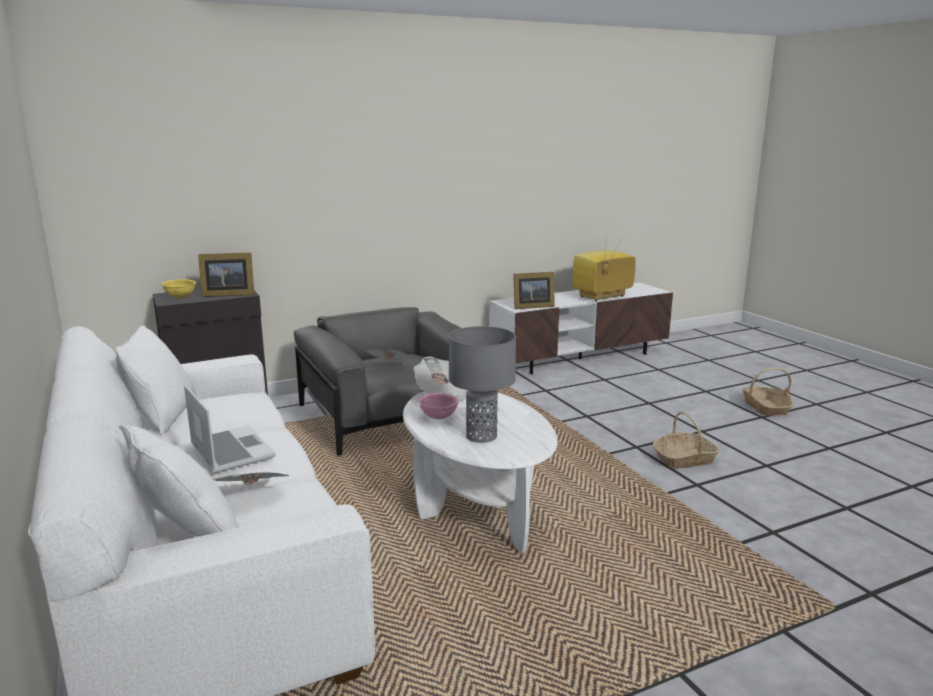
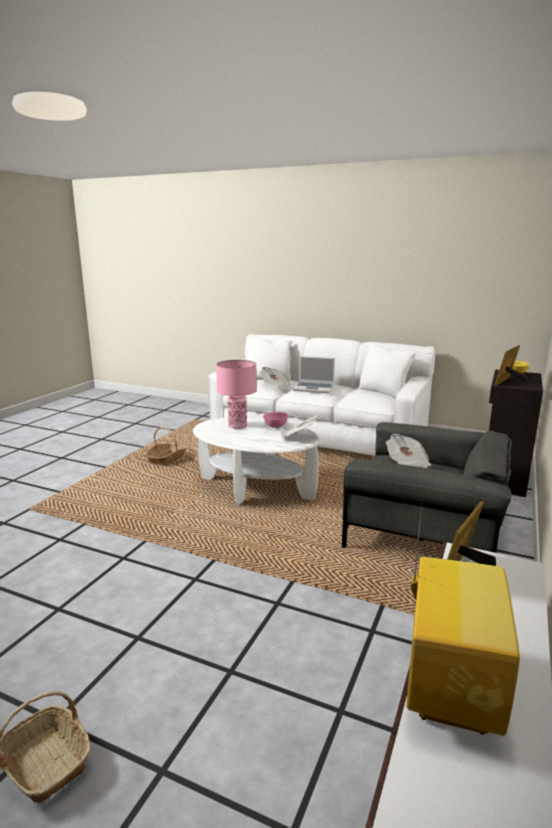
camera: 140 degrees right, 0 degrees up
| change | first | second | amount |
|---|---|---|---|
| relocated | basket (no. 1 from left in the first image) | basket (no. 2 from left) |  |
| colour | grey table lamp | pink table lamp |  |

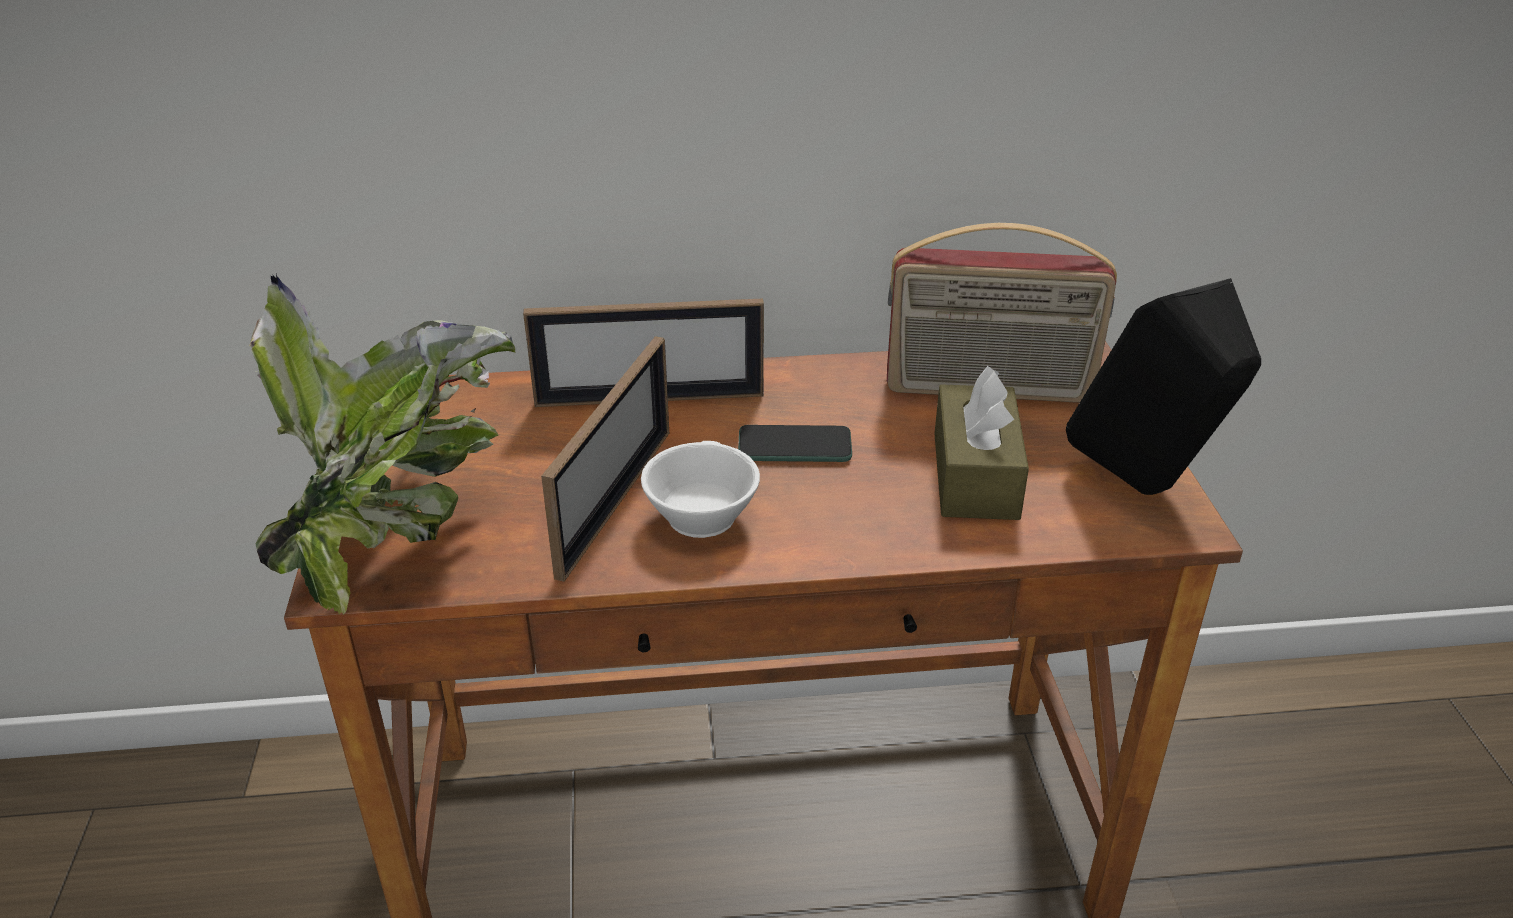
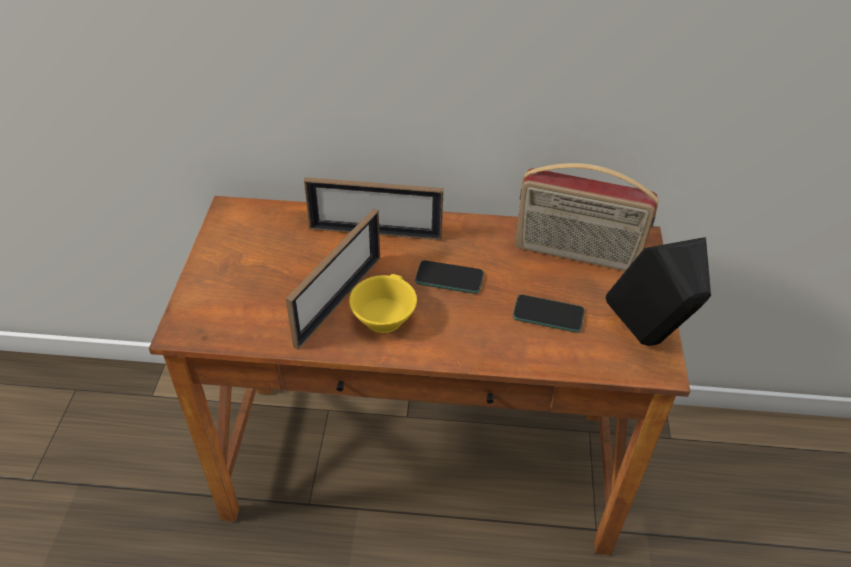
camera: 10 degrees right, 10 degrees up
| change | first | second | amount |
|---|---|---|---|
| missing | potted plant |  |  |
| exchanged | brown tissue box | phone (no. 2 from left) |  |
| colour | white cup | yellow cup |  |

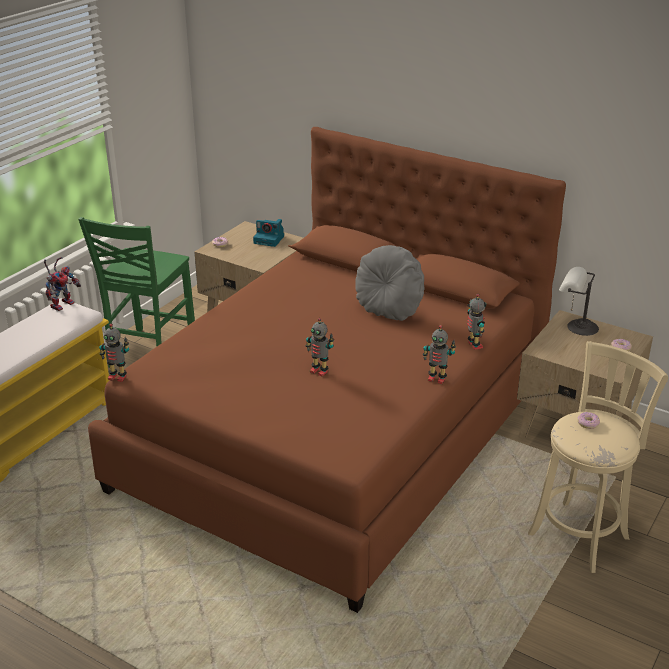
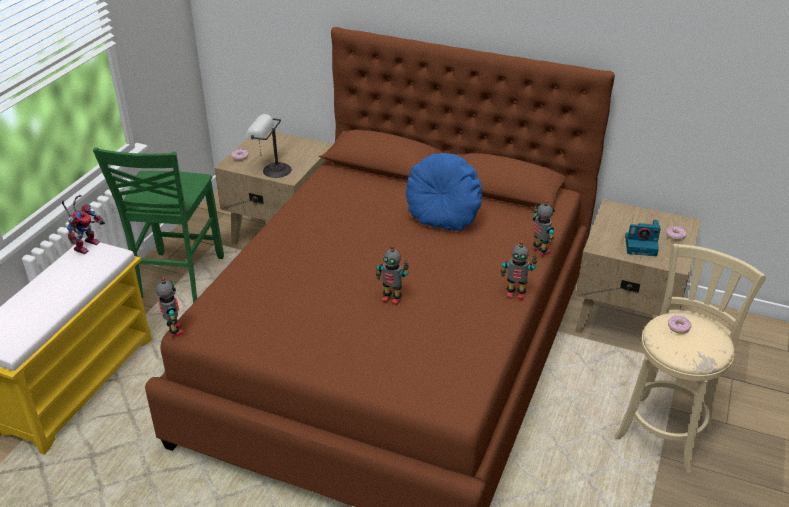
camera: 10 degrees left, 5 degrees up
| change | first | second | amount |
|---|---|---|---|
| relocated | photo camera |  |  |
| relocated | table lamp |  |  |
| colour | grey pillow | blue pillow |  |
| spun | toy robot (no. 2 from left) |  | 120 degrees counterclockwise |

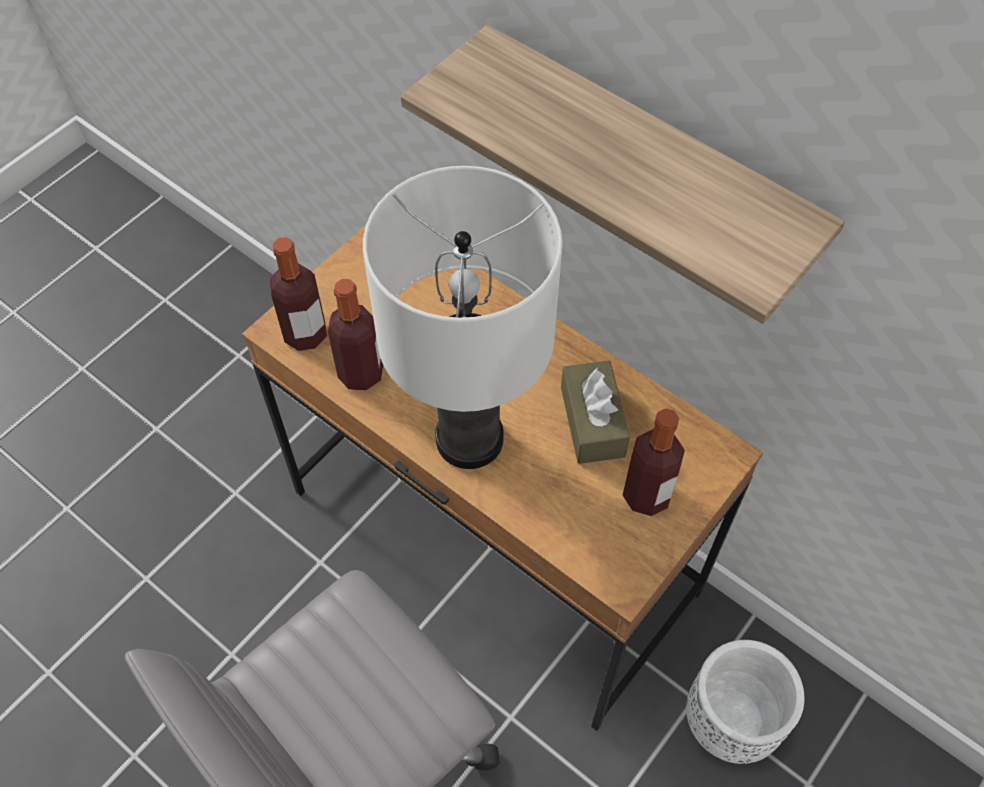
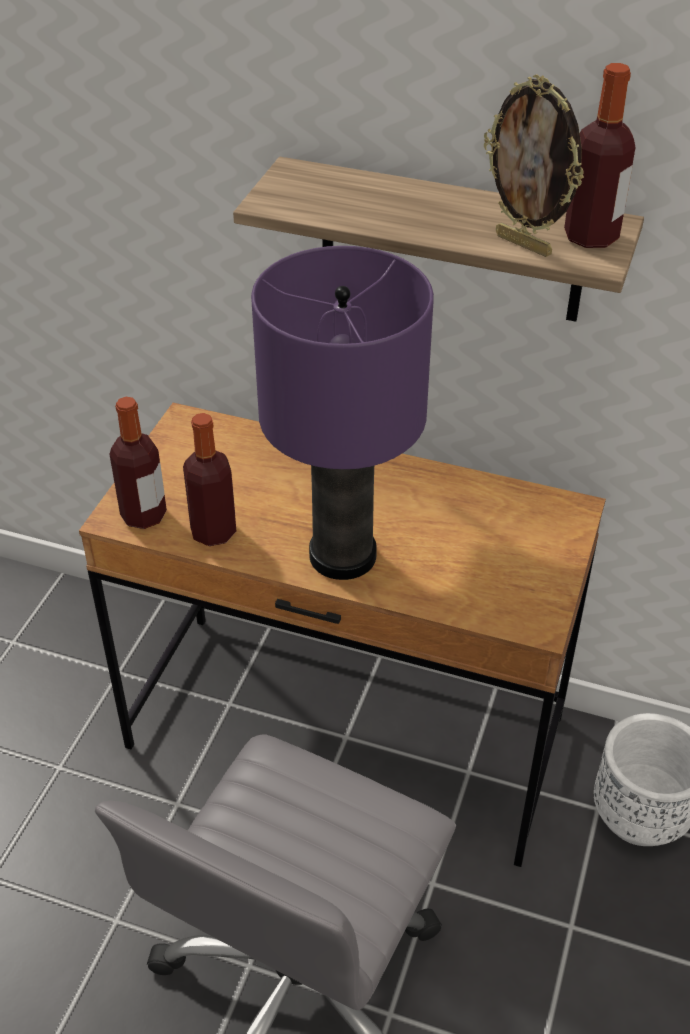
camera: 20 degrees left, 15 degrees down
| change | first | second | amount |
|---|---|---|---|
| missing | brown tissue box |  |  |
| appeared |  | picture frame |  |
| relocated | bottle (no. 3 from left) |  |  |
| colour | white table lamp | purple table lamp |  |

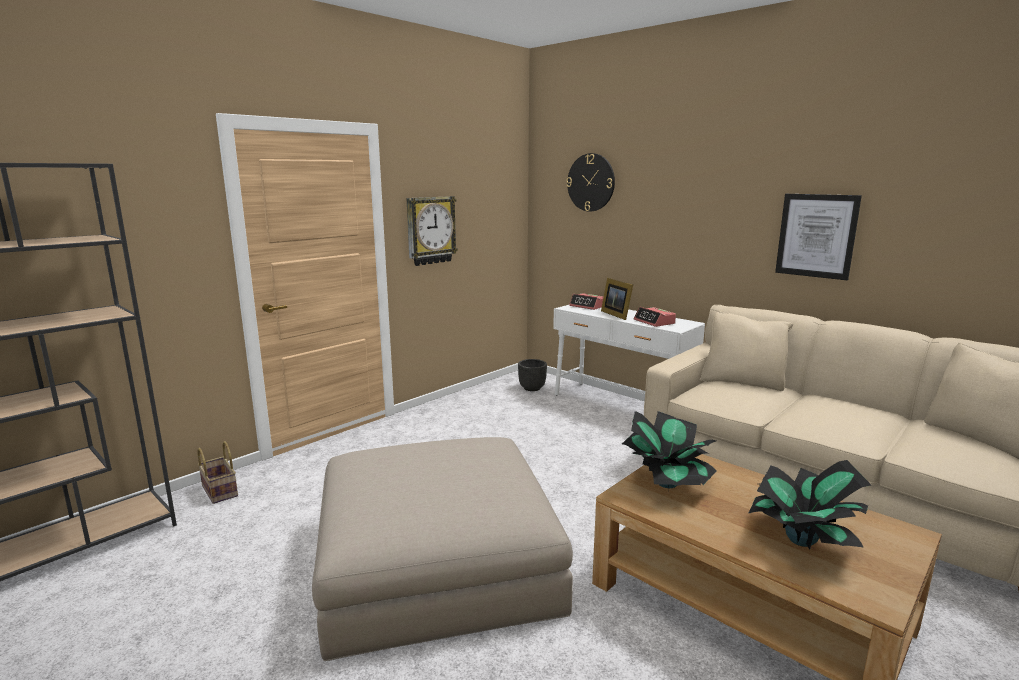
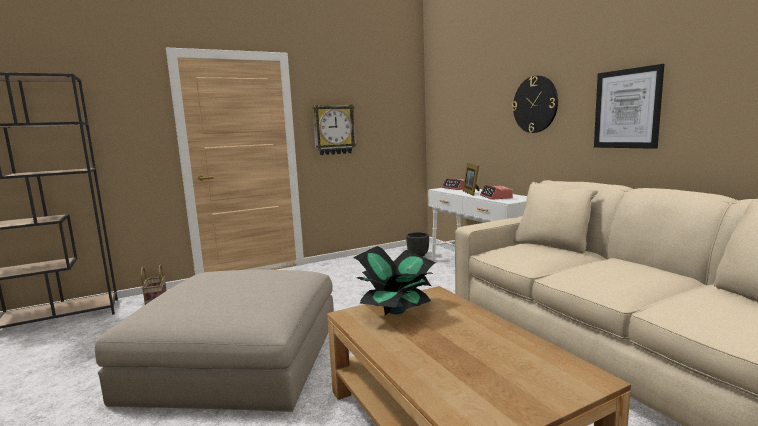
camera: 20 degrees right, 5 degrees down
| change | first | second | amount |
|---|---|---|---|
| missing | potted plant (no. 2 from left) |  |  |
| relocated | wall clock (no. 2 from left) |  |  |

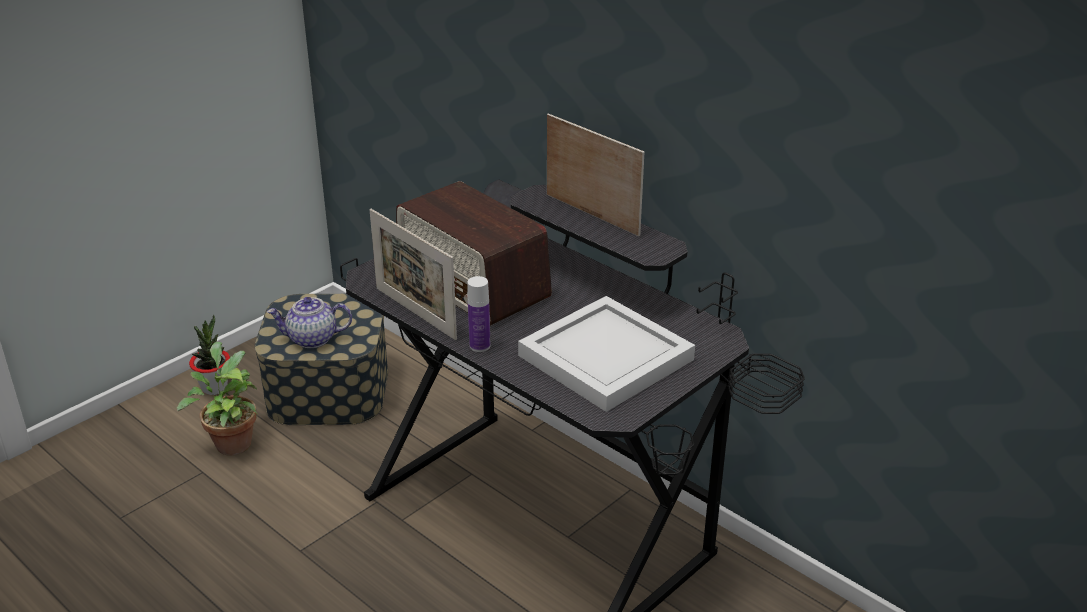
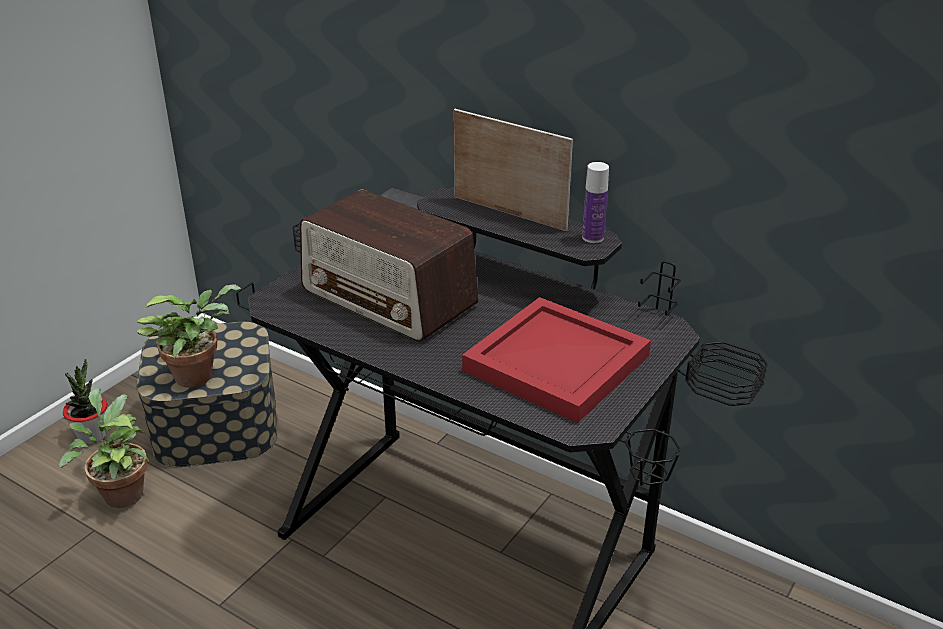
camera: 10 degrees left, 0 degrees up
| change | first | second | amount |
|---|---|---|---|
| missing | picture frame (no. 1 from left) |  |  |
| relocated | bottle |  |  |
| exchanged | teapot | potted plant (no. 3 from left) |  |
| colour | white tray | red tray |  |

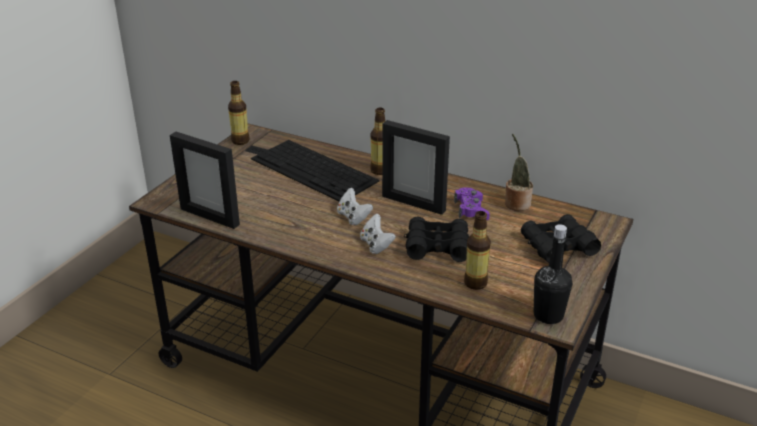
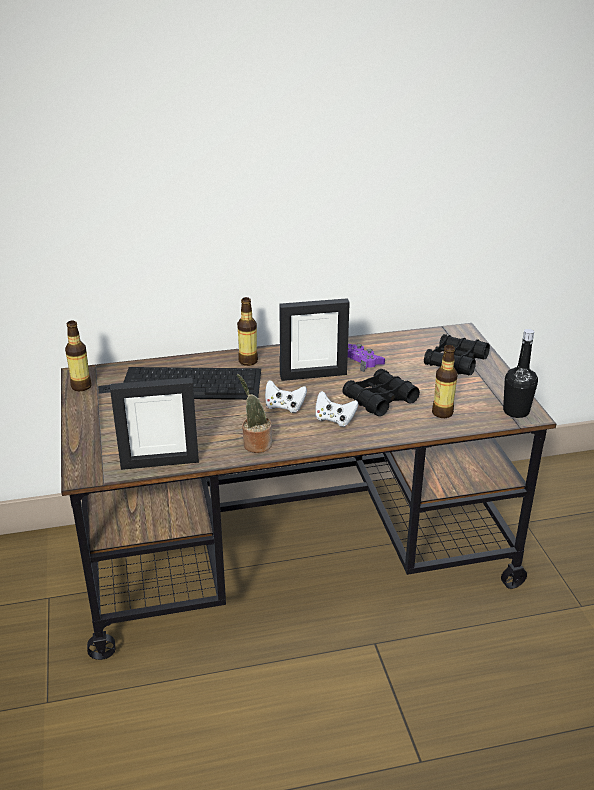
camera: 40 degrees left, 0 degrees up
| change | first | second | amount |
|---|---|---|---|
| relocated | potted plant |  |  |

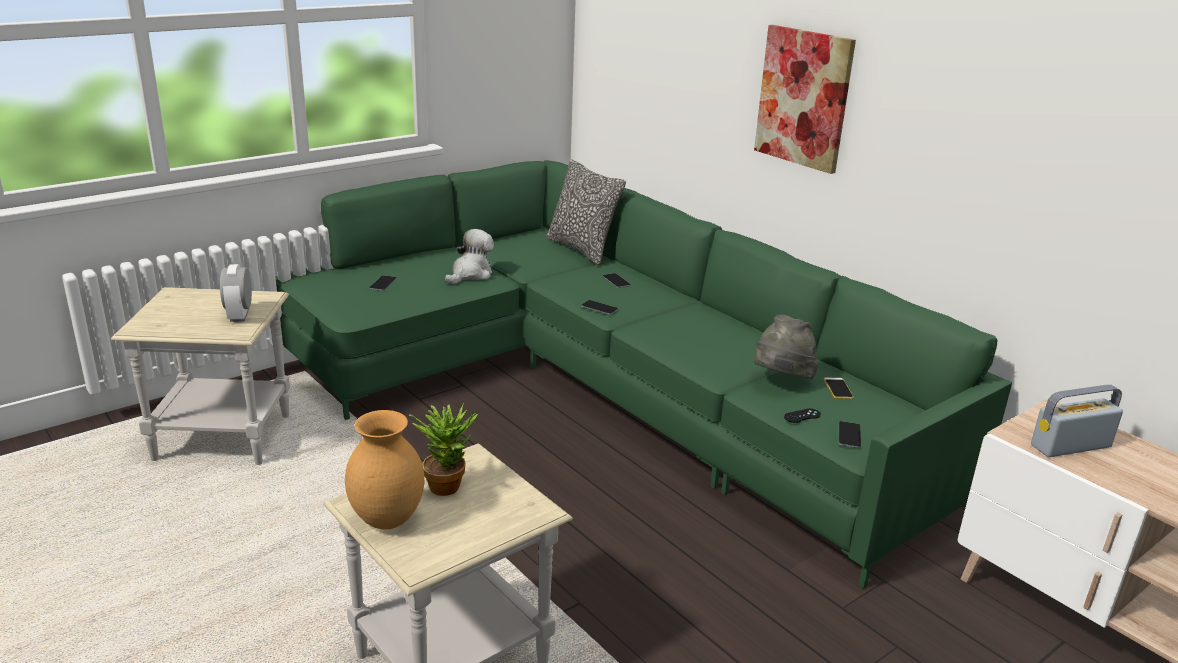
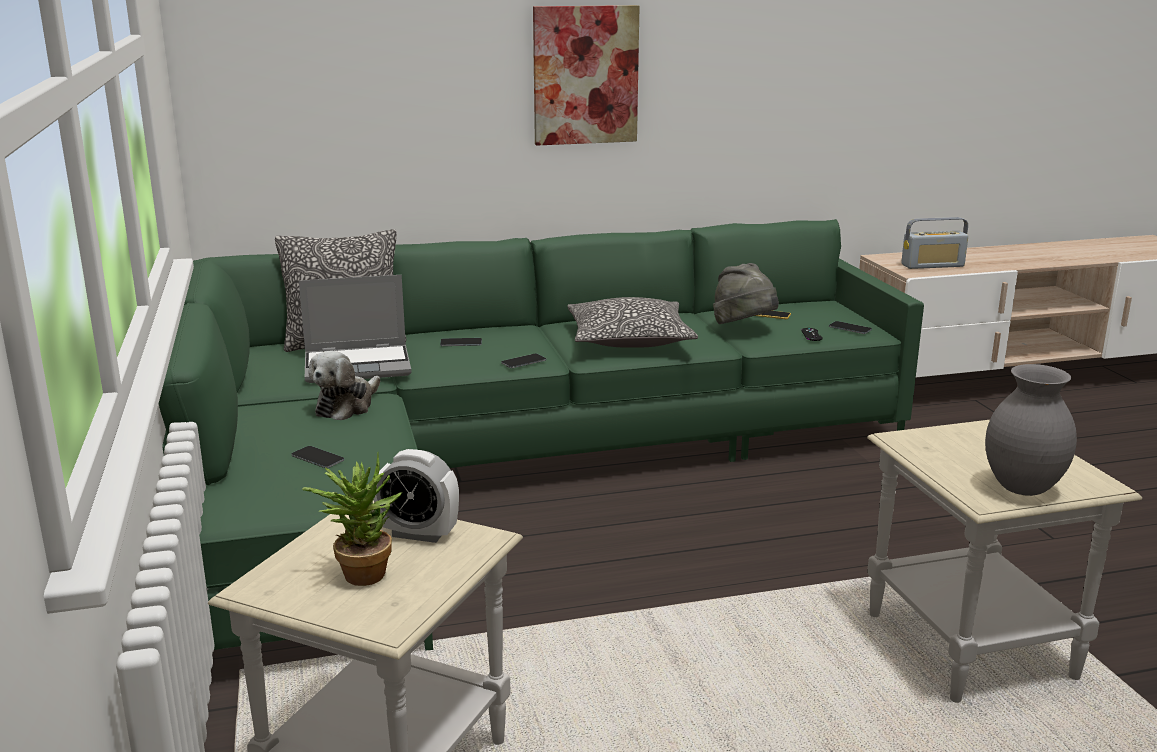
camera: 65 degrees left, 5 degrees down
| change | first | second | amount |
|---|---|---|---|
| appeared |  | laptop |  |
| appeared |  | pillow (no. 2 from left) |  |
| relocated | potted plant |  |  |
| colour | brown vase | grey vase |  |
| spun | plush toy |  | 120 degrees counterclockwise |
| spun | radio |  | 105 degrees counterclockwise |

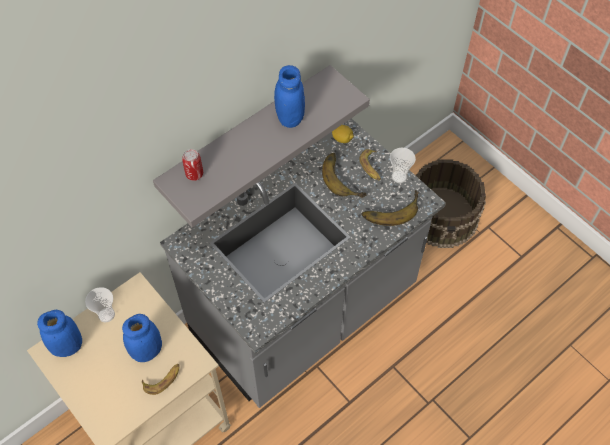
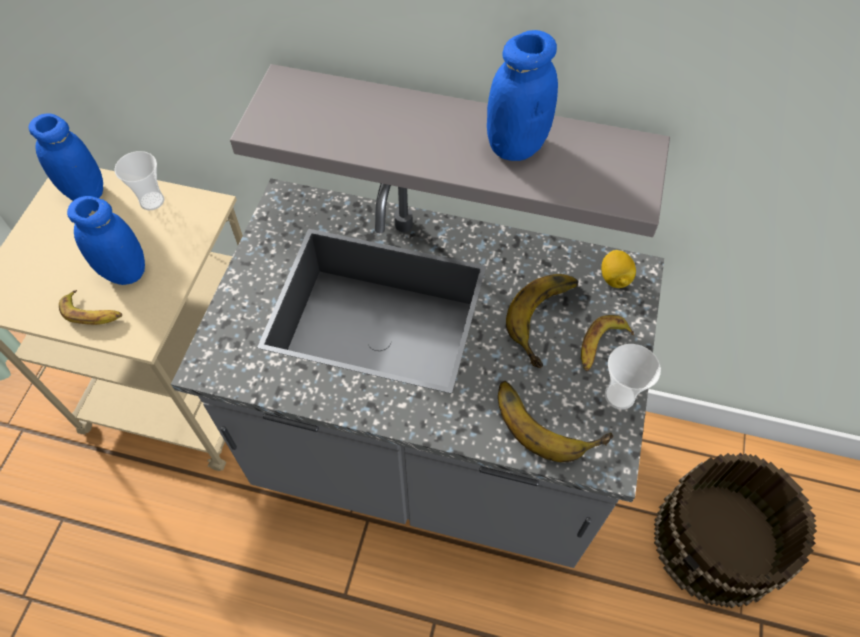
camera: 55 degrees right, 0 degrees up
| change | first | second | amount |
|---|---|---|---|
| missing | can |  |  |

